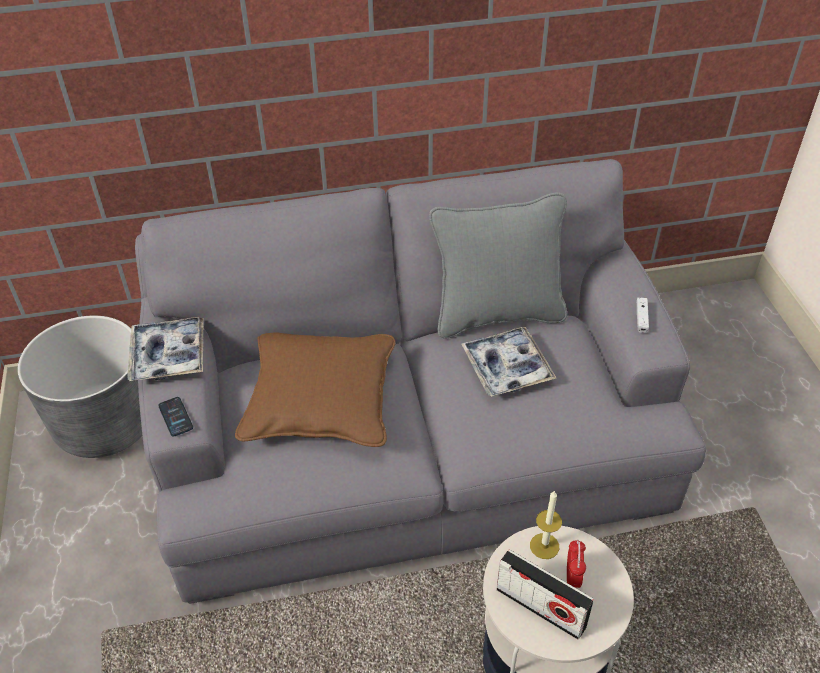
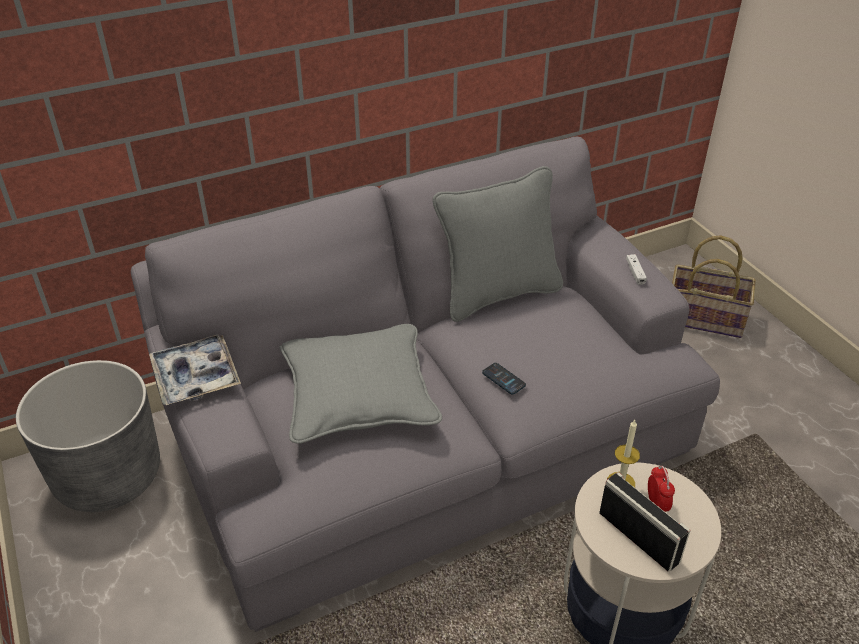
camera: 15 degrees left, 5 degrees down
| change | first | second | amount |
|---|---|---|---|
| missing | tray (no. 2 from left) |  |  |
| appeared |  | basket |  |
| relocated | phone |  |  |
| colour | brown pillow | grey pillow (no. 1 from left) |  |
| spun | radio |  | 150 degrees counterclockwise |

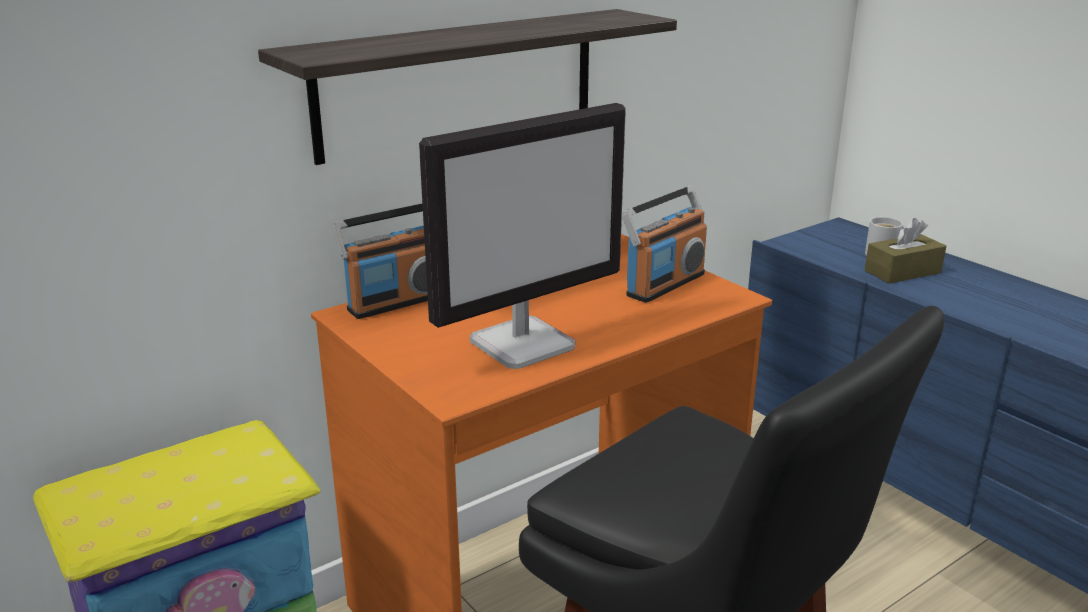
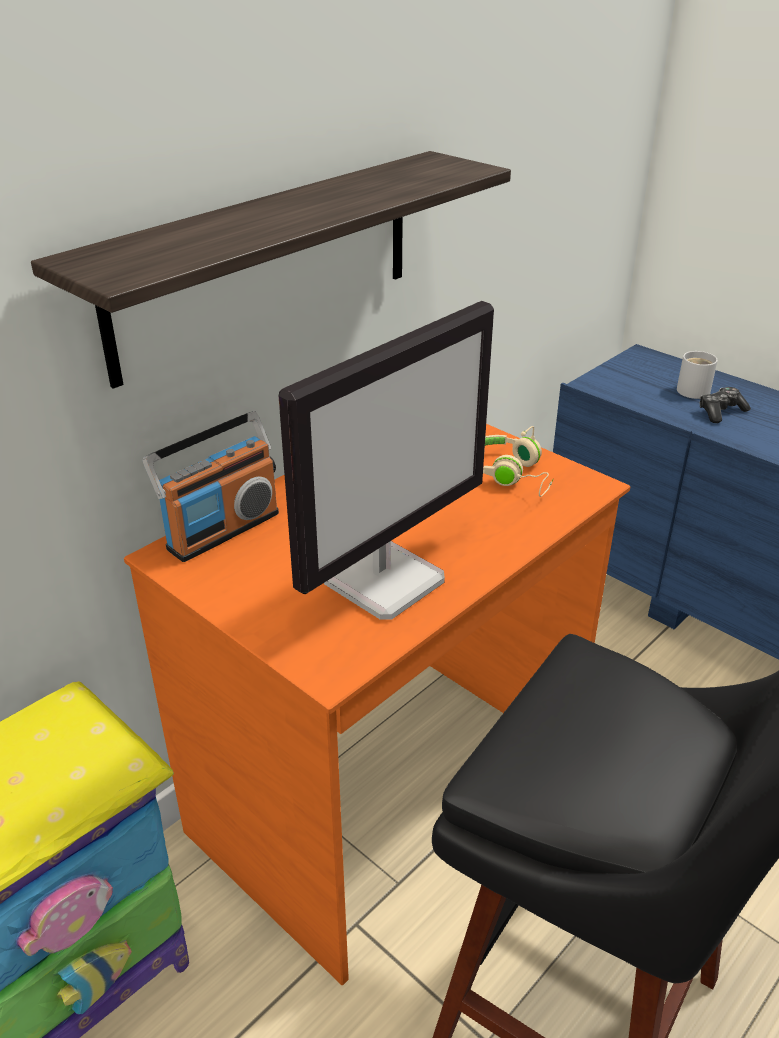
camera: 10 degrees left, 10 degrees up
| change | first | second | amount |
|---|---|---|---|
| exchanged | radio (no. 2 from left) | beige headphones |  |
| exchanged | brown tissue box | game controller |  |

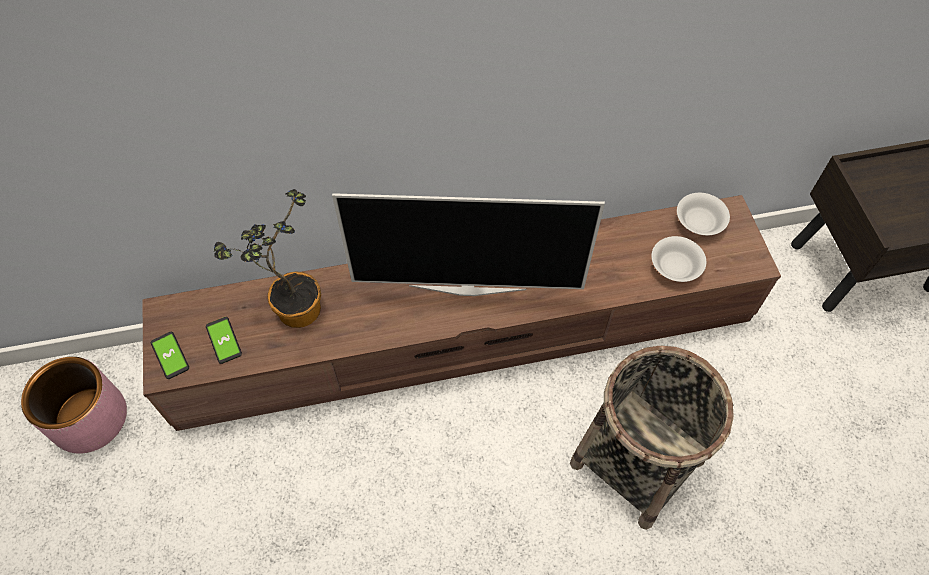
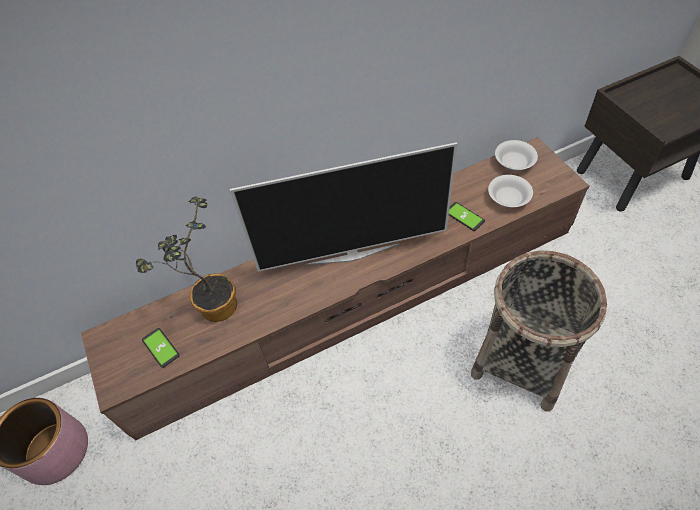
camera: 10 degrees left, 5 degrees down
| change | first | second | amount |
|---|---|---|---|
| relocated | phone (no. 1 from left in the first image) | phone (no. 2 from left) |  |

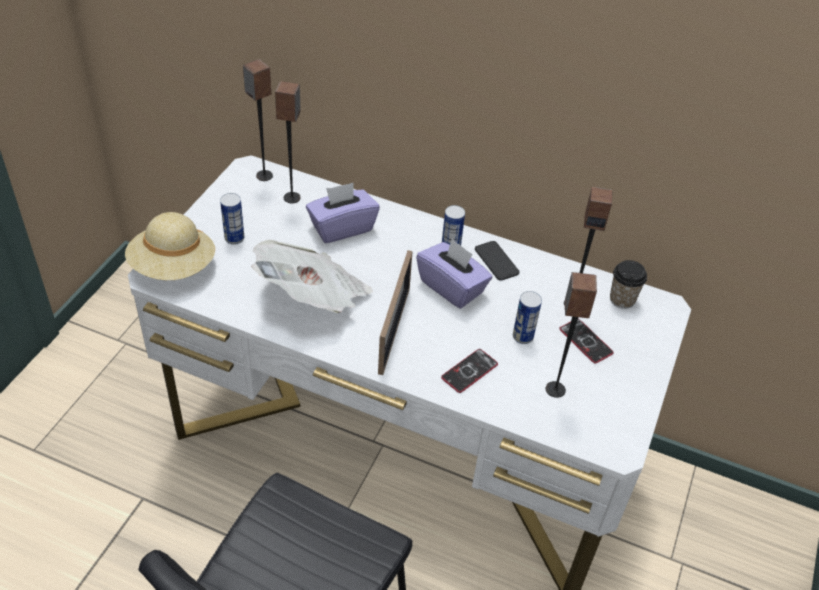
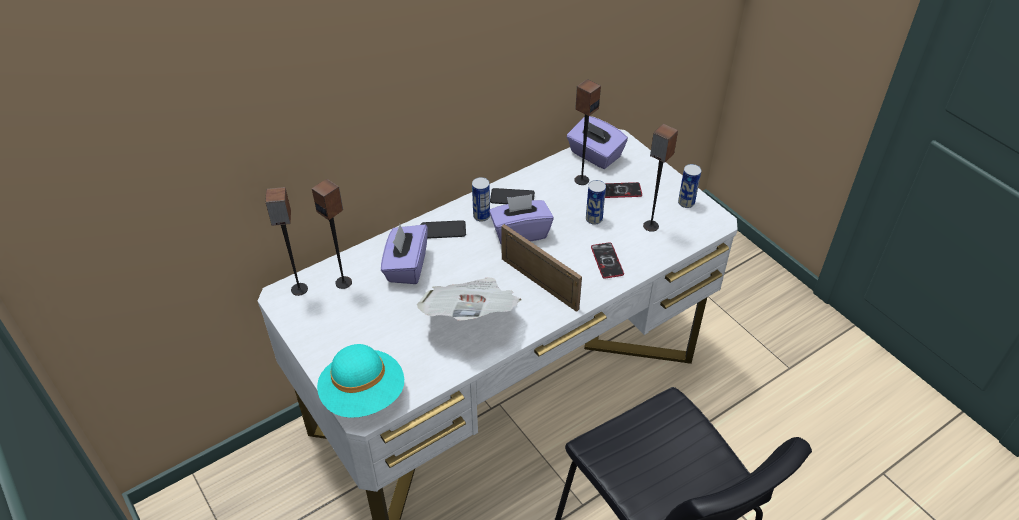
camera: 55 degrees left, 0 degrees up
| change | first | second | amount |
|---|---|---|---|
| appeared |  | phone (no. 1 from left) |  |
| relocated | can (no. 1 from left in the first image) | can (no. 3 from left) |  |
| exchanged | cup | purple tissue box (no. 3 from left) |  |
| colour | beige hat | turquoise hat |  |

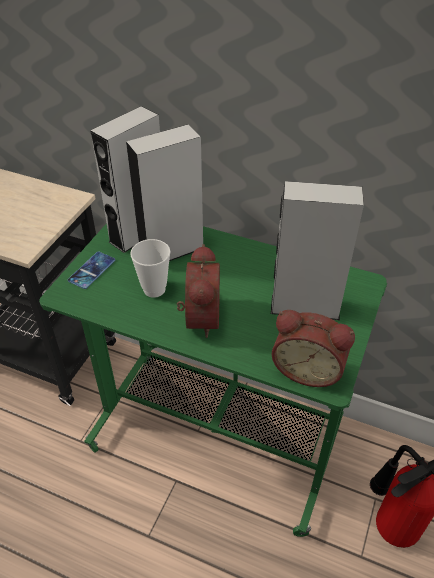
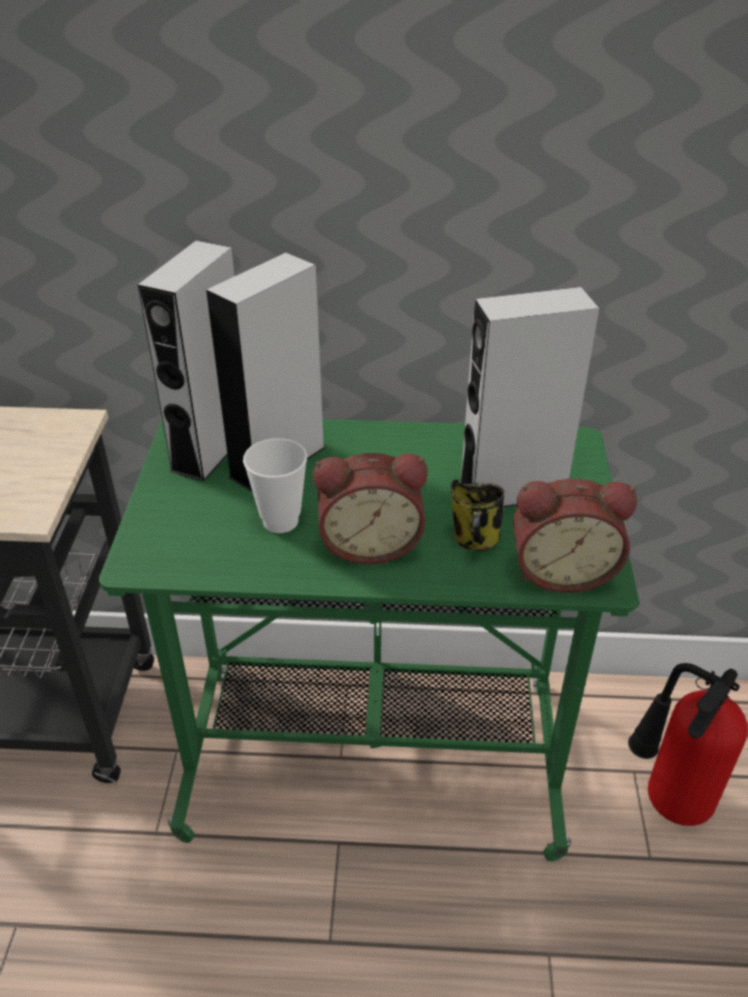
camera: 20 degrees left, 5 degrees down
| change | first | second | amount |
|---|---|---|---|
| missing | phone |  |  |
| appeared |  | mug |  |
| spun | alarm clock (no. 1 from left) |  | 105 degrees clockwise |

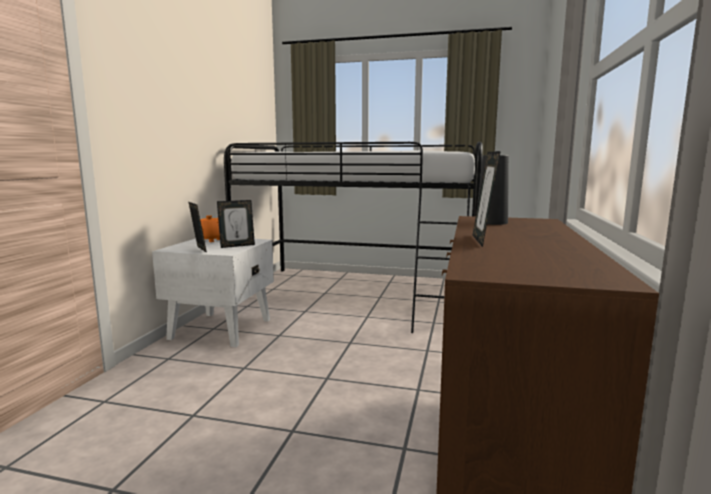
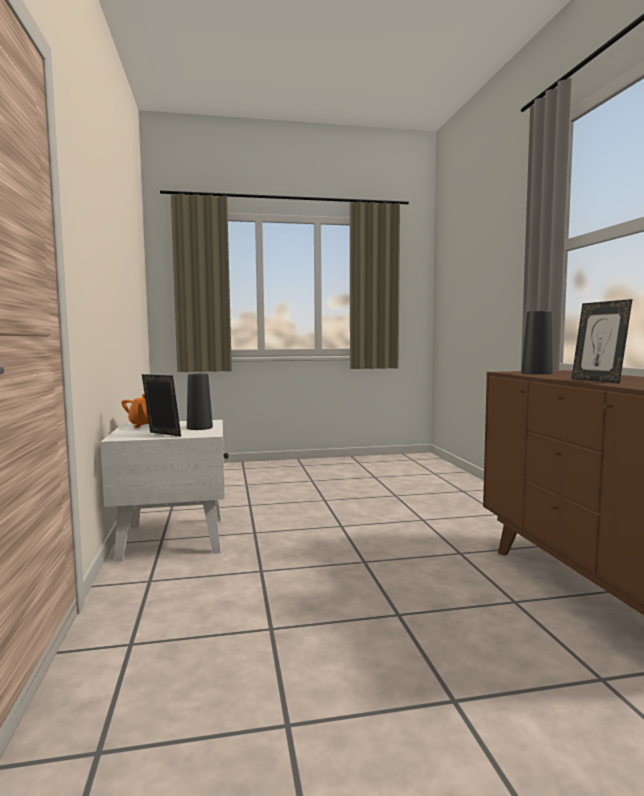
camera: 25 degrees left, 5 degrees down
| change | first | second | amount |
|---|---|---|---|
| missing | black bed |  |  |
| exchanged | picture frame (no. 2 from left) | black vase (no. 1 from left) |  |

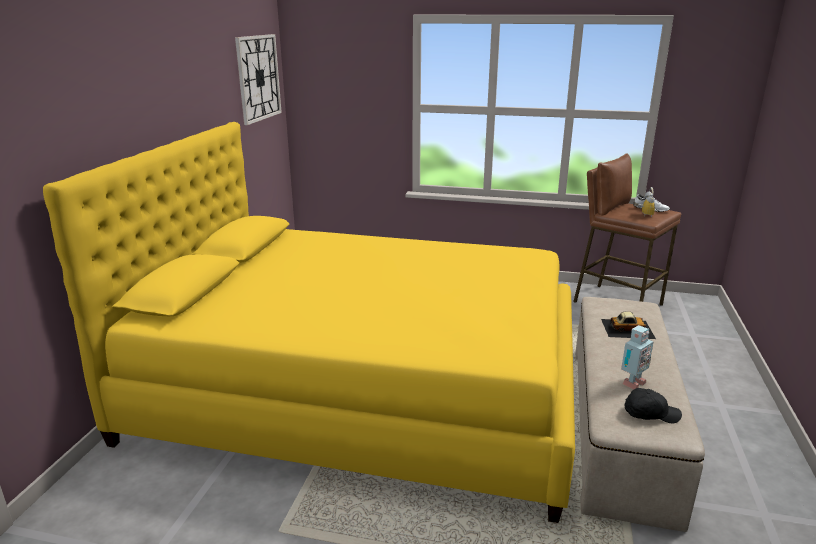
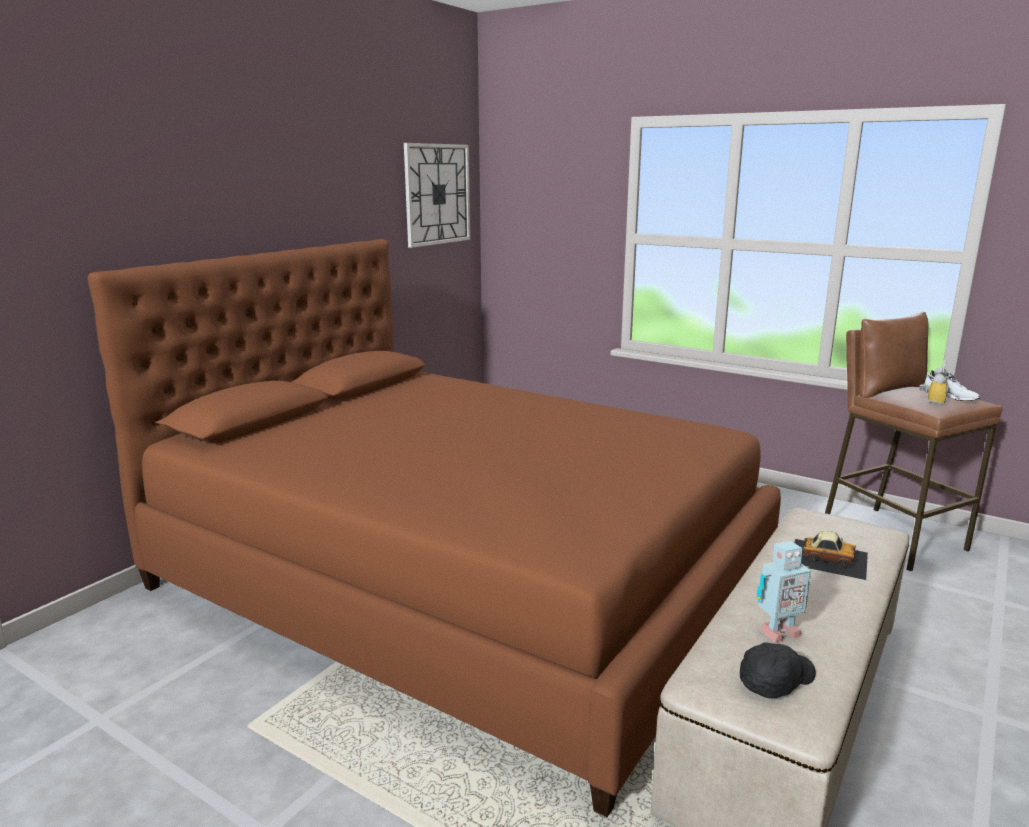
camera: 20 degrees right, 5 degrees down
| change | first | second | amount |
|---|---|---|---|
| colour | yellow bed | brown bed |  |
| spun | black cap |  | 60 degrees counterclockwise |

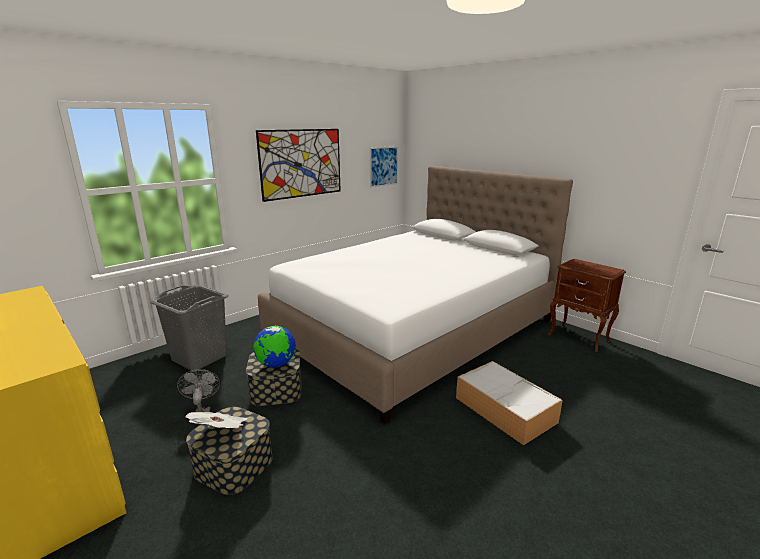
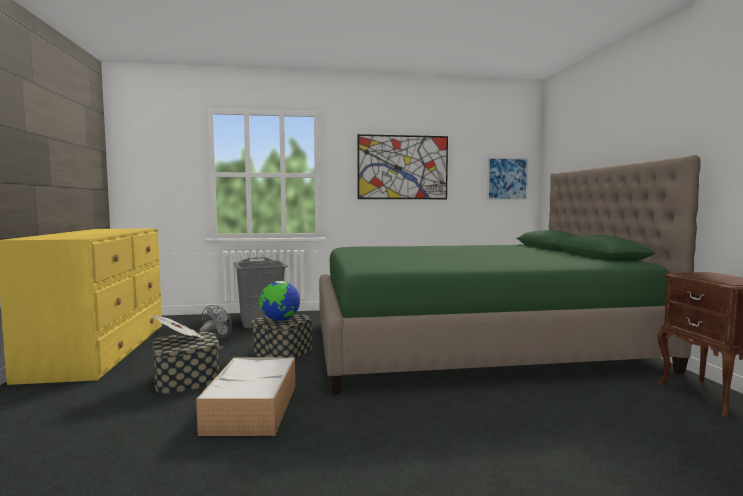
camera: 35 degrees right, 15 degrees down
| change | first | second | amount |
|---|---|---|---|
| relocated | storage box (no. 3 from left in the first image) | storage box (no. 2 from left) |  |
| colour | white bed | green bed |  |

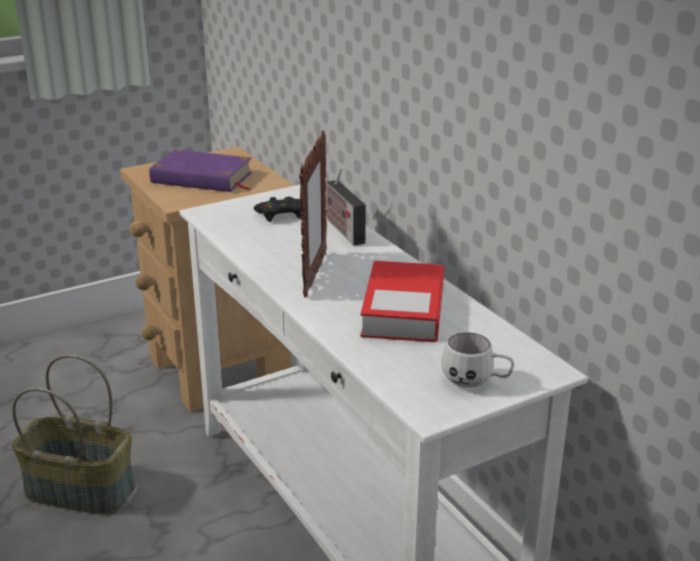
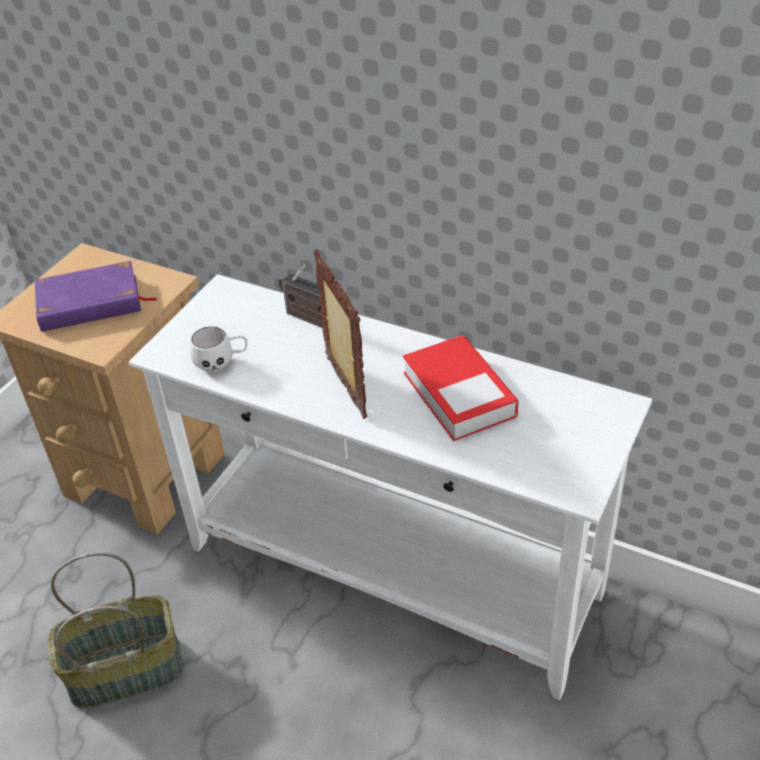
camera: 30 degrees left, 15 degrees up
| change | first | second | amount |
|---|---|---|---|
| missing | black game controller |  |  |
| relocated | white mug |  |  |

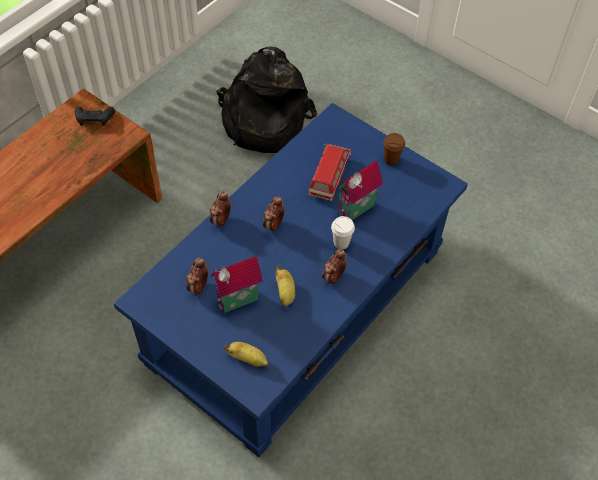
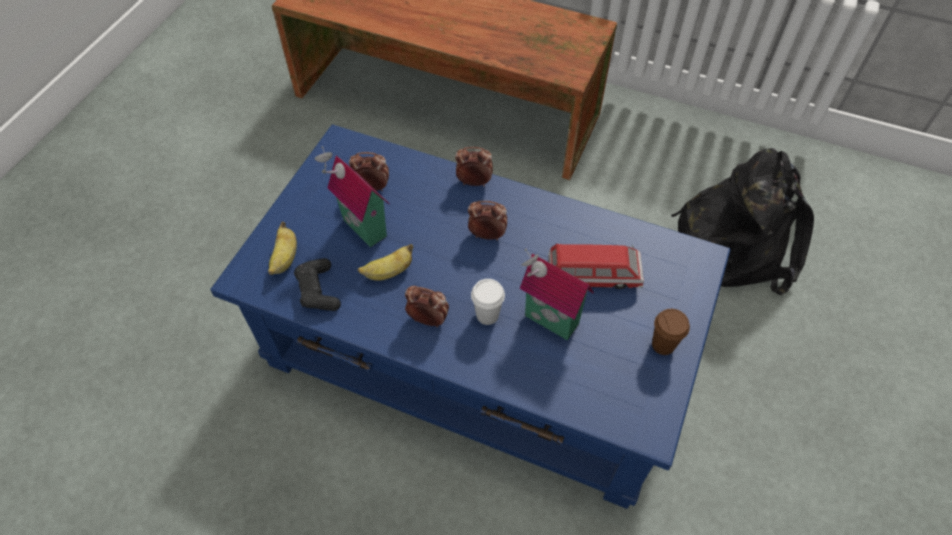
camera: 75 degrees right, 0 degrees up
| change | first | second | amount |
|---|---|---|---|
| relocated | black game controller |  |  |

